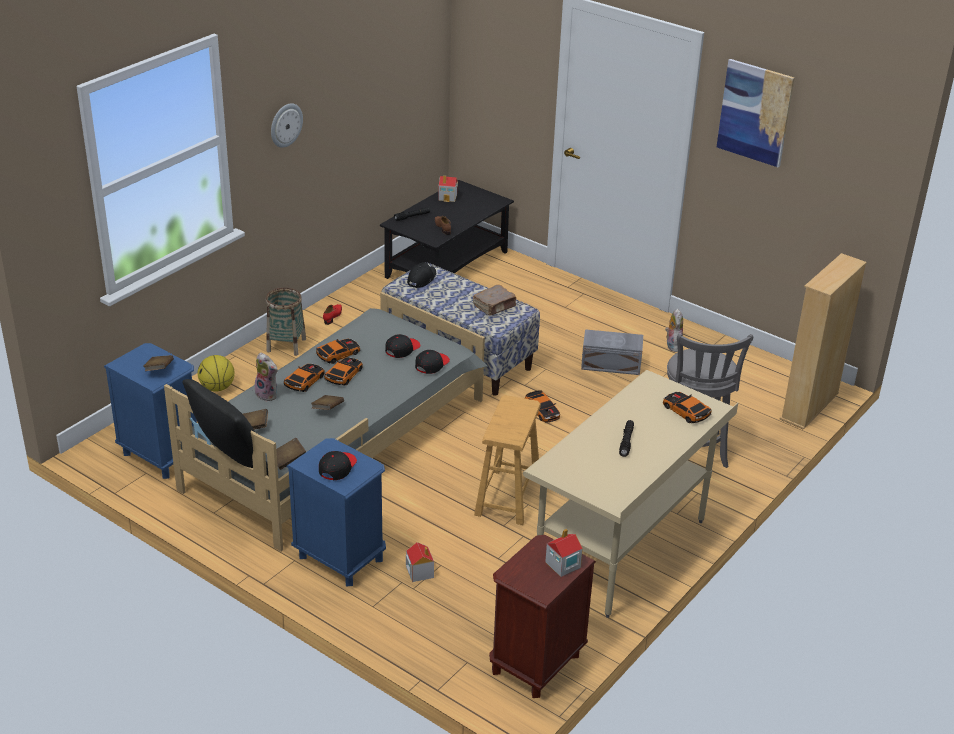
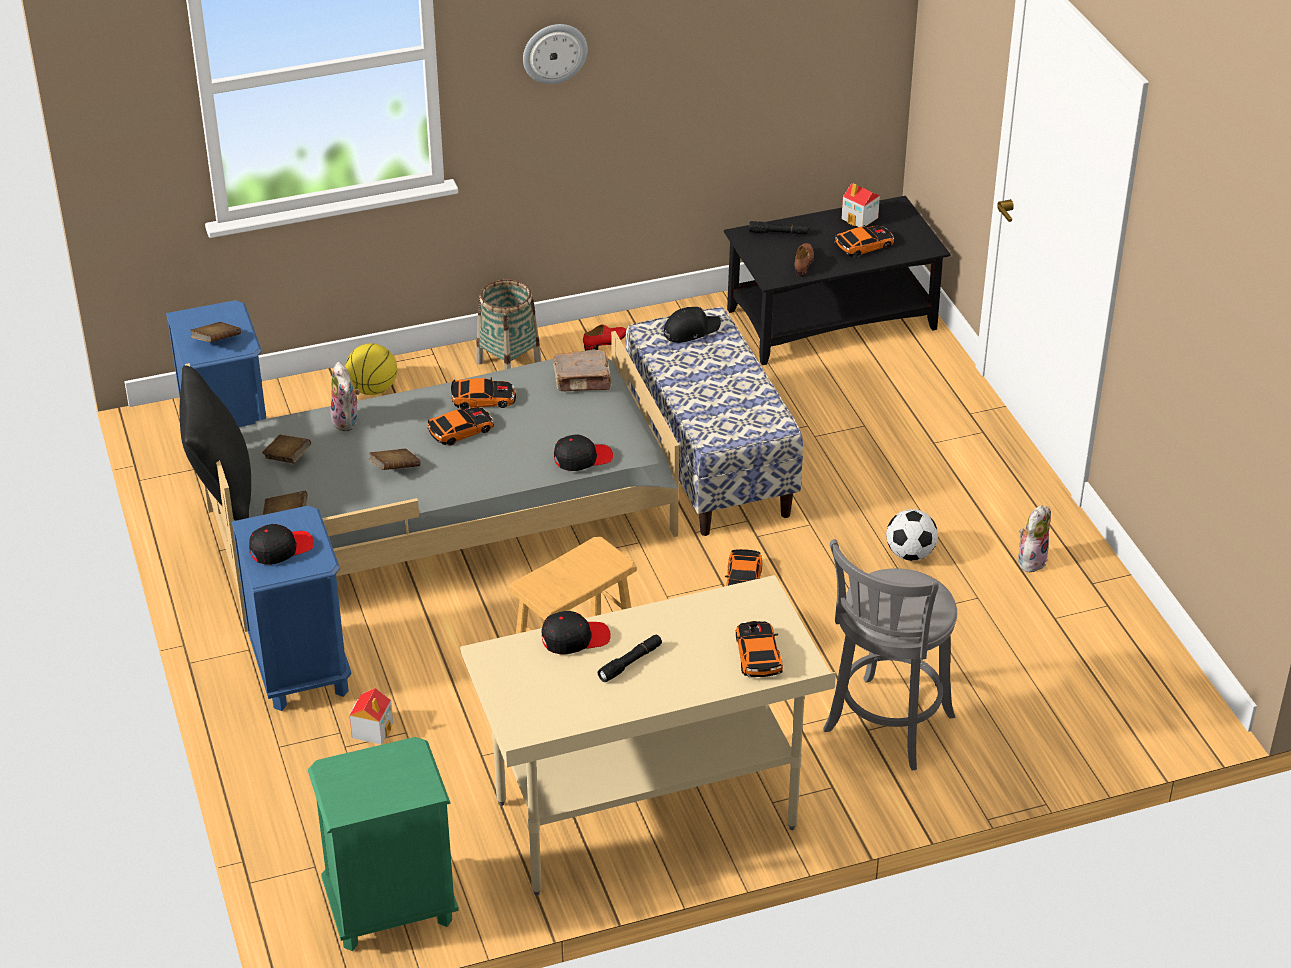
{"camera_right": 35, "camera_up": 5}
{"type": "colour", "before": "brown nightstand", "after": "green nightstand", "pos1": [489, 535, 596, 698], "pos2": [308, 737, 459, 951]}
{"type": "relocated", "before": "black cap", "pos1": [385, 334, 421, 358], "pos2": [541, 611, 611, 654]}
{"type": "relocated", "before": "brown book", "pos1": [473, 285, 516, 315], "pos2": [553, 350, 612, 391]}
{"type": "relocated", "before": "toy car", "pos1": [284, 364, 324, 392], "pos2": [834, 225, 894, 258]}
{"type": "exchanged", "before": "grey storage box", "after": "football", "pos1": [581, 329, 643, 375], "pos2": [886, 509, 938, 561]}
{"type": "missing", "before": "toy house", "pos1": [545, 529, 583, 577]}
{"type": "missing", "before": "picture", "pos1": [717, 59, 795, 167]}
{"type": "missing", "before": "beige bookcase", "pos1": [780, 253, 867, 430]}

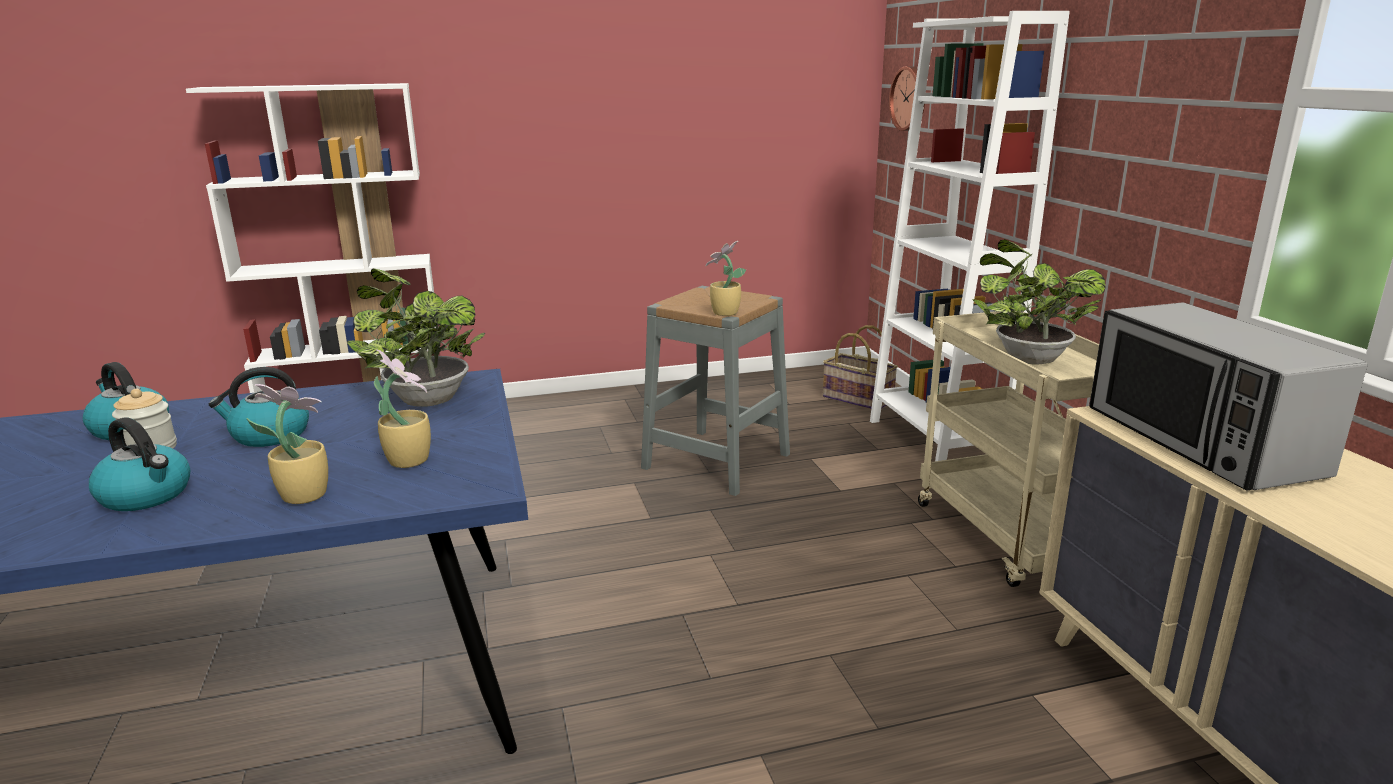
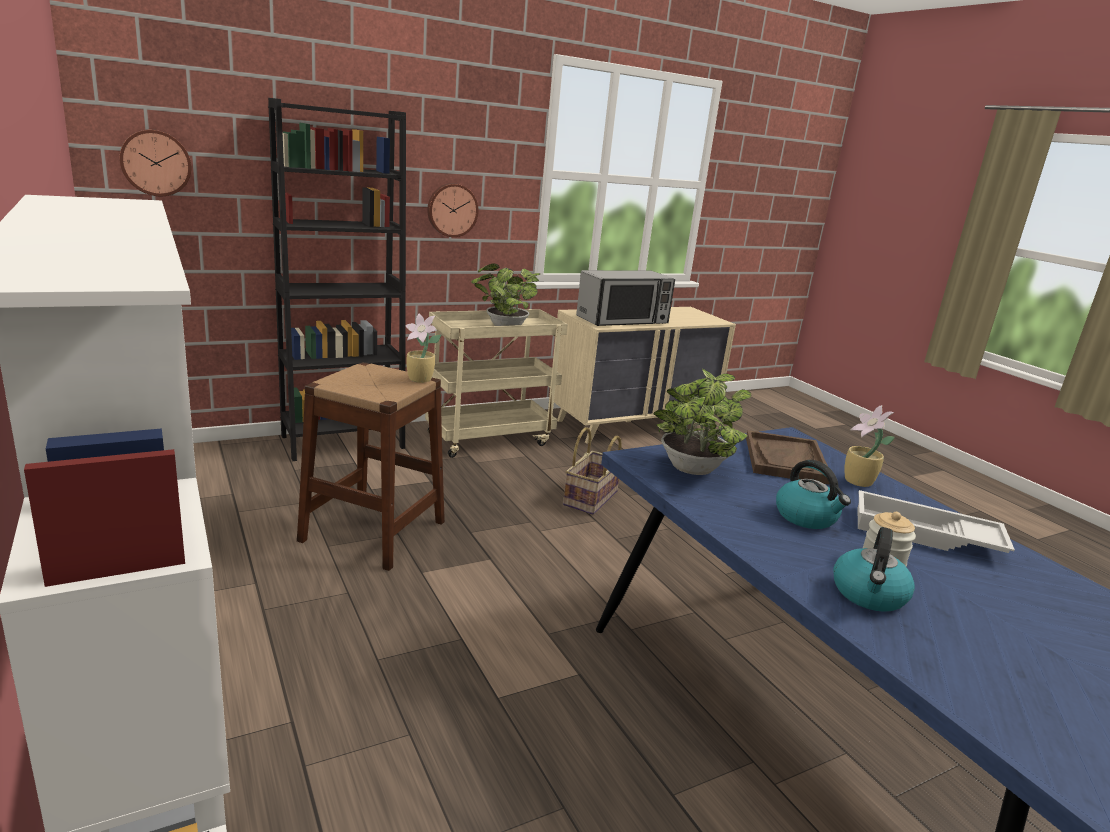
{"camera_right": -105, "camera_up": 0}
{"type": "colour", "before": "white bookcase", "after": "black bookcase", "pos1": [870, 11, 1070, 461], "pos2": [268, 98, 406, 461]}
{"type": "colour", "before": "grey stool", "after": "brown stool", "pos1": [641, 286, 790, 496], "pos2": [297, 362, 445, 571]}
{"type": "appeared", "after": "wall clock", "pos2": [427, 183, 479, 237]}
{"type": "relocated", "before": "basket", "pos1": [823, 325, 898, 409], "pos2": [563, 427, 621, 515]}
{"type": "exchanged", "before": "potted plant", "after": "brown tray", "pos1": [374, 350, 431, 468], "pos2": [746, 430, 830, 485]}
{"type": "exchanged", "before": "kettle", "after": "white tray", "pos1": [89, 417, 190, 511], "pos2": [857, 490, 1015, 553]}

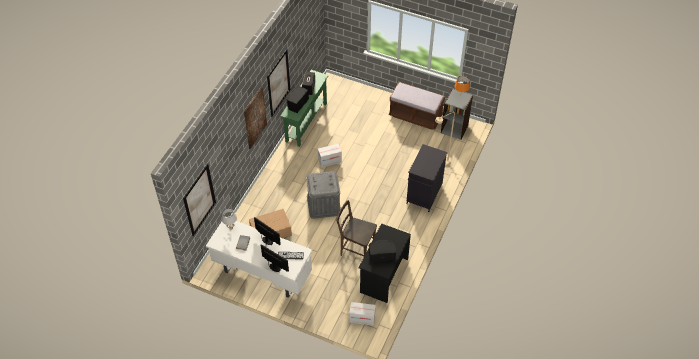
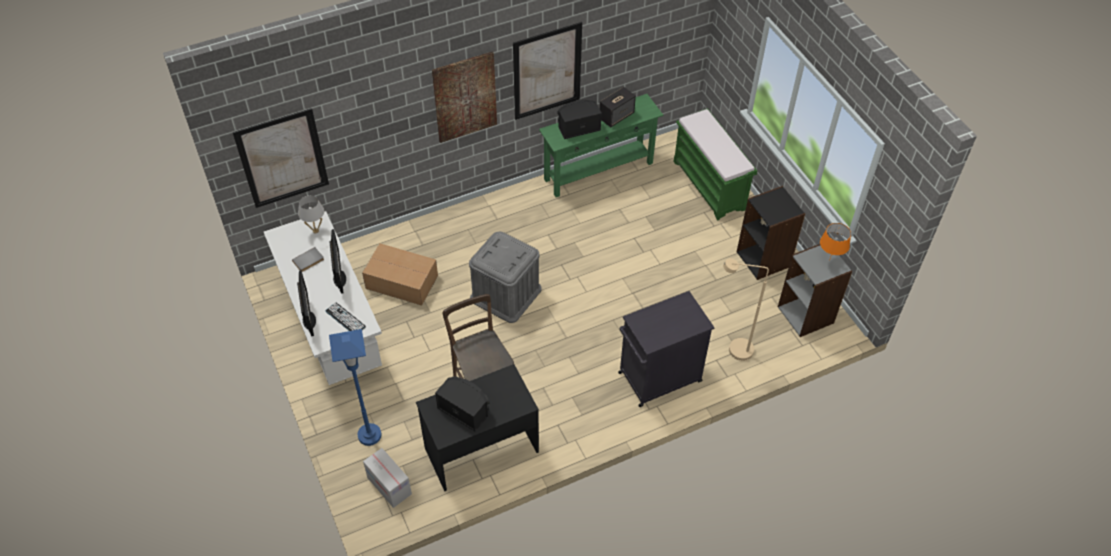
{"camera_right": 40, "camera_up": 0}
{"type": "appeared", "after": "blue floor lamp", "pos2": [329, 329, 381, 446]}
{"type": "appeared", "after": "green bench", "pos2": [674, 108, 757, 220]}
{"type": "exchanged", "before": "brown bench", "after": "black bookcase", "pos1": [389, 82, 445, 130], "pos2": [737, 186, 805, 280]}
{"type": "missing", "before": "cardboard box", "pos1": [318, 144, 342, 168]}

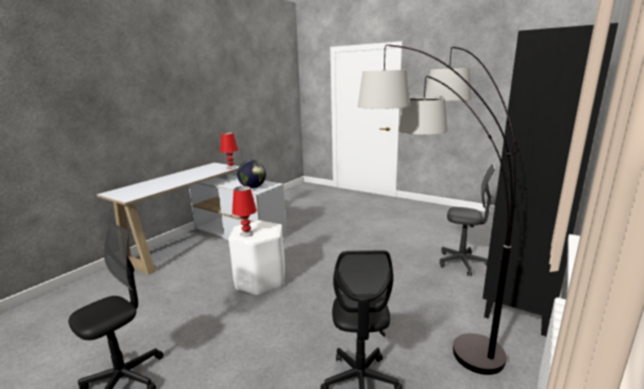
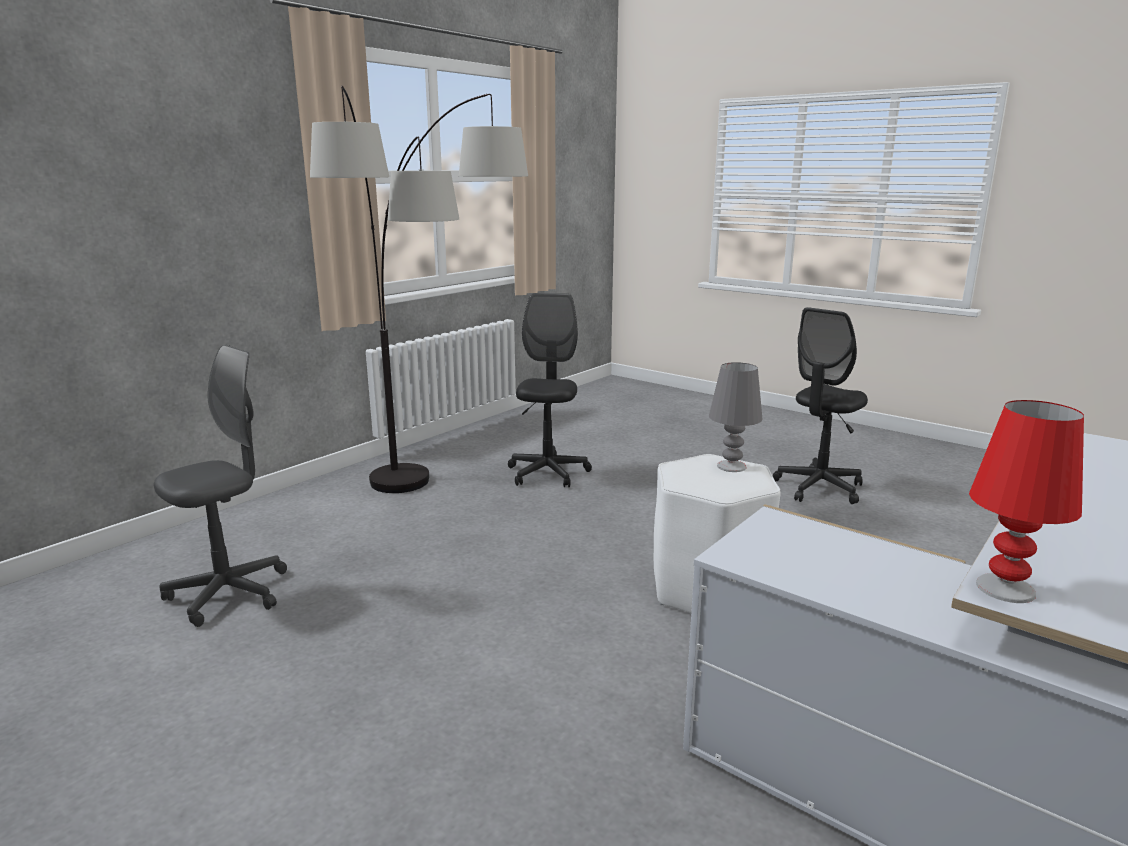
{"camera_right": -175, "camera_up": 0}
{"type": "spun", "before": "grey office chair", "pos1": [440, 164, 495, 276], "pos2": [154, 345, 287, 627], "turn": 105}
{"type": "colour", "before": "red table lamp", "after": "grey table lamp", "pos1": [232, 186, 257, 237], "pos2": [709, 362, 763, 472]}
{"type": "missing", "before": "globe", "pos1": [237, 160, 266, 188]}
{"type": "missing", "before": "black bookcase", "pos1": [483, 23, 618, 336]}

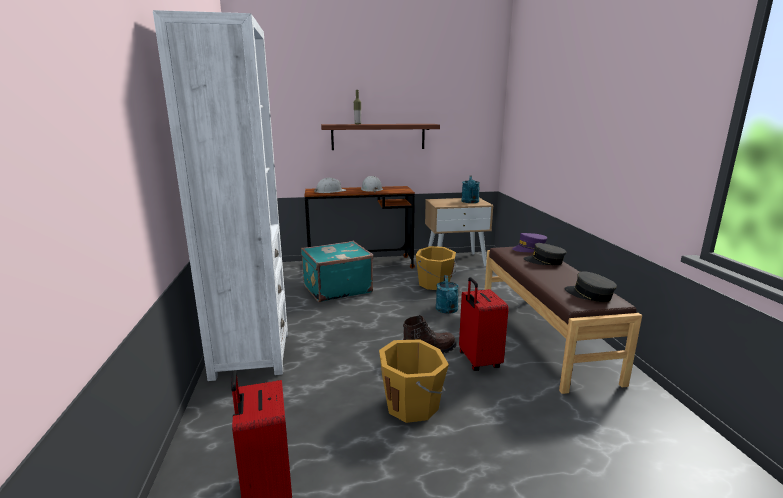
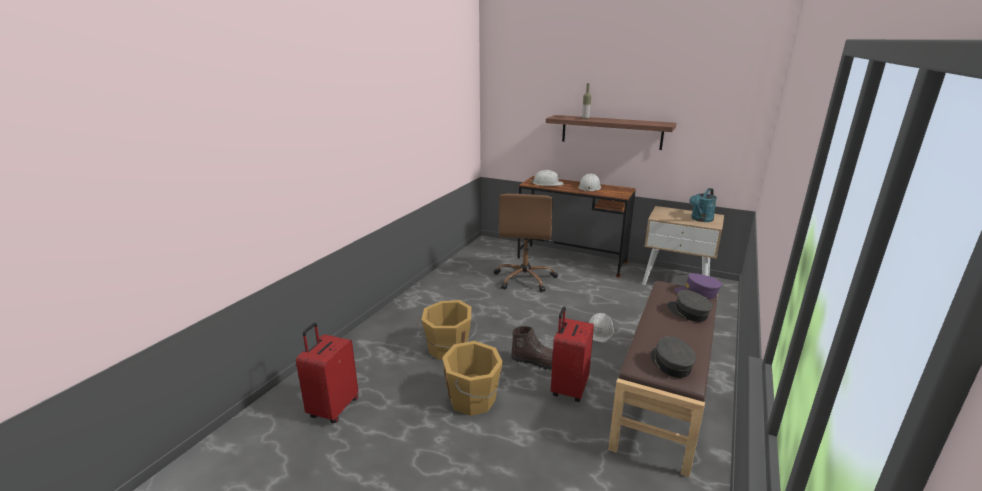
{"camera_right": 35, "camera_up": 5}
{"type": "relocated", "before": "orange bucket", "pos1": [416, 246, 457, 290], "pos2": [417, 300, 478, 360]}
{"type": "exchanged", "before": "turquoise suitcase", "after": "brown office chair", "pos1": [301, 241, 373, 302], "pos2": [494, 194, 558, 292]}
{"type": "exchanged", "before": "turquoise watering can", "after": "white hard hat", "pos1": [436, 275, 459, 314], "pos2": [589, 313, 614, 342]}
{"type": "missing", "before": "white bookcase", "pos1": [153, 10, 288, 381]}

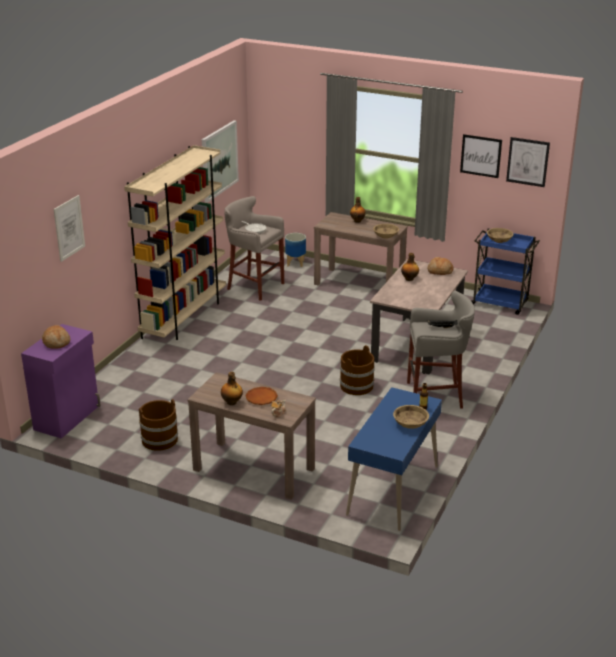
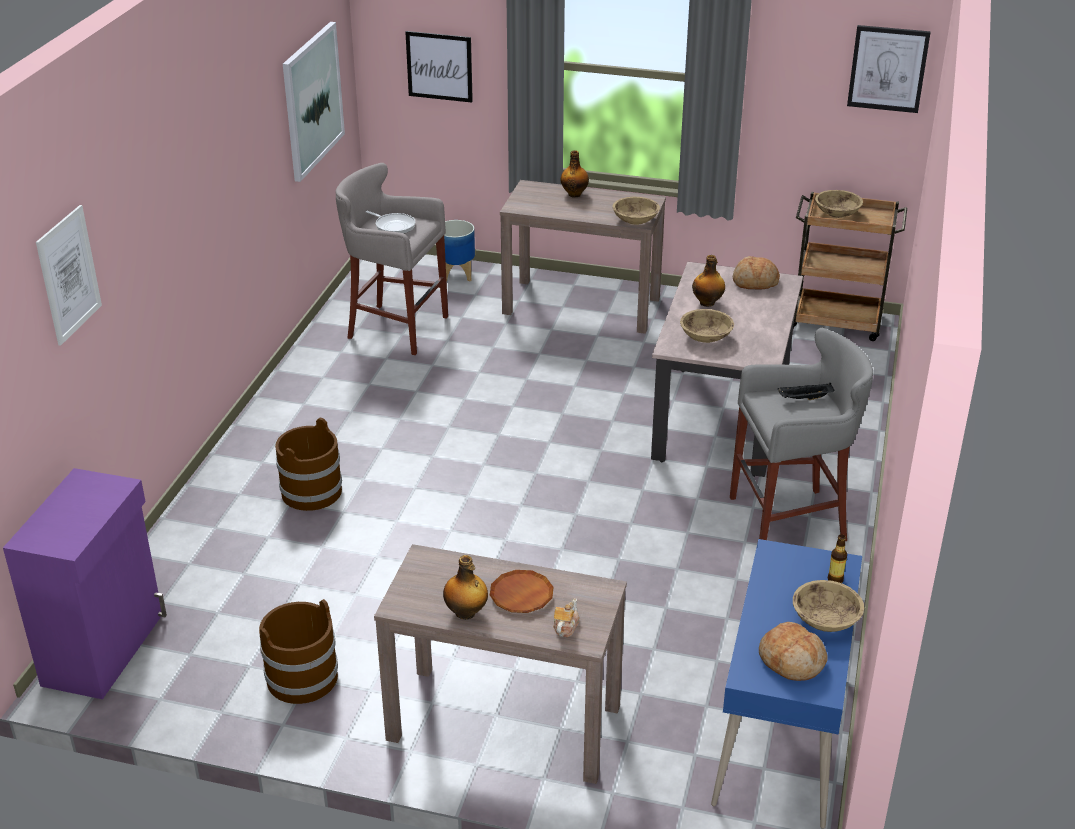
{"camera_right": -10, "camera_up": 5}
{"type": "relocated", "before": "brown bucket", "pos1": [340, 345, 375, 395], "pos2": [275, 418, 342, 511]}
{"type": "relocated", "before": "picture", "pos1": [460, 134, 502, 178], "pos2": [405, 31, 473, 103]}
{"type": "appeared", "after": "beige bowl", "pos2": [680, 309, 734, 343]}
{"type": "relocated", "before": "bread", "pos1": [42, 325, 70, 349], "pos2": [759, 622, 827, 681]}
{"type": "colour", "before": "blue cart", "after": "brown cart", "pos1": [472, 228, 540, 315], "pos2": [793, 192, 907, 341]}
{"type": "missing", "before": "beige bookcase", "pos1": [124, 145, 226, 340]}

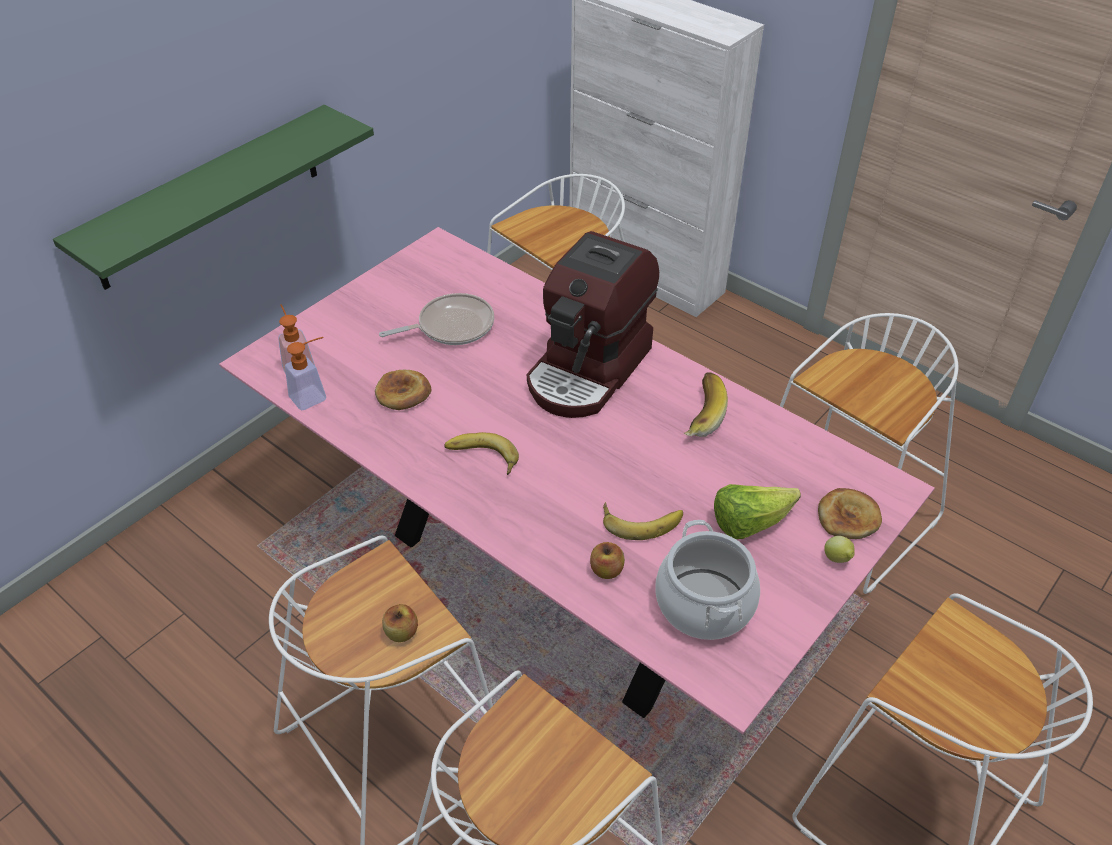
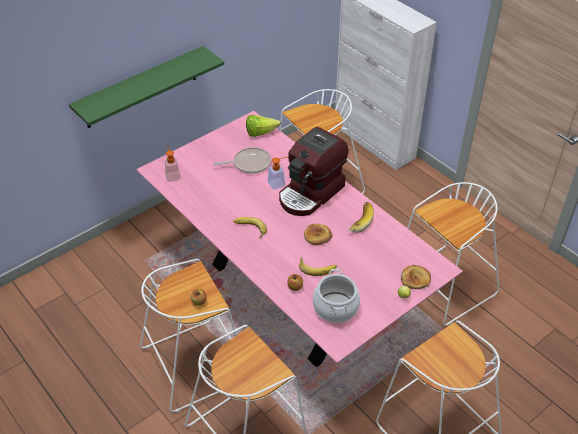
{"camera_right": 10, "camera_up": 0}
{"type": "relocated", "before": "lettuce", "pos1": [714, 484, 801, 539], "pos2": [246, 115, 281, 137]}
{"type": "relocated", "before": "soap dispenser", "pos1": [285, 337, 326, 410], "pos2": [268, 157, 286, 190]}
{"type": "relocated", "before": "bread", "pos1": [375, 370, 431, 410], "pos2": [304, 224, 332, 245]}

